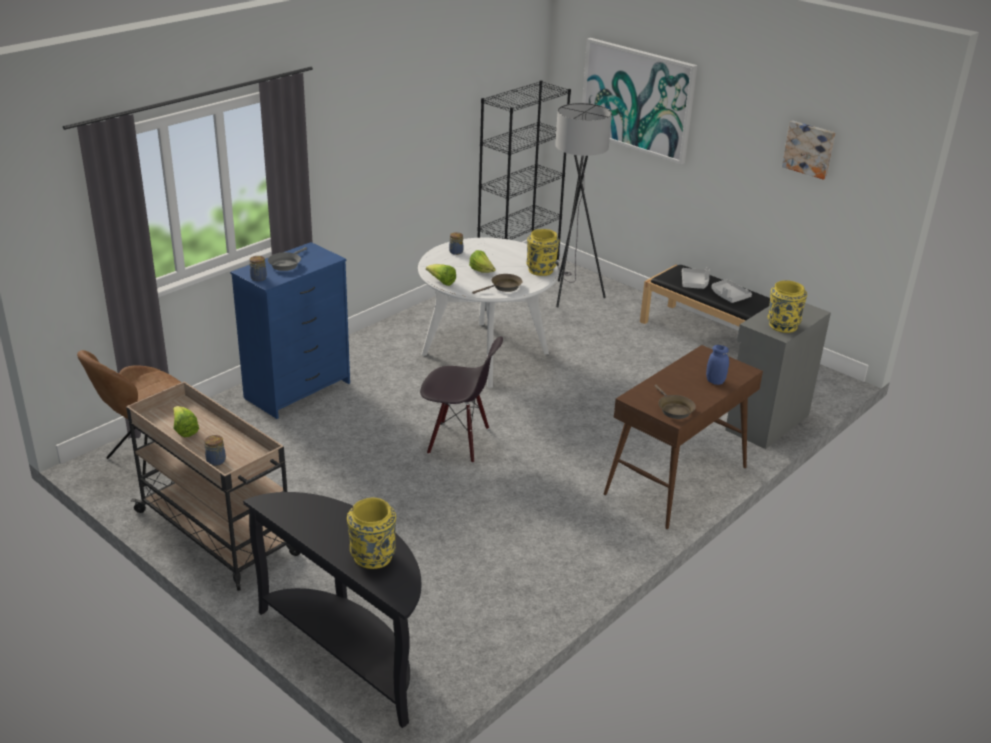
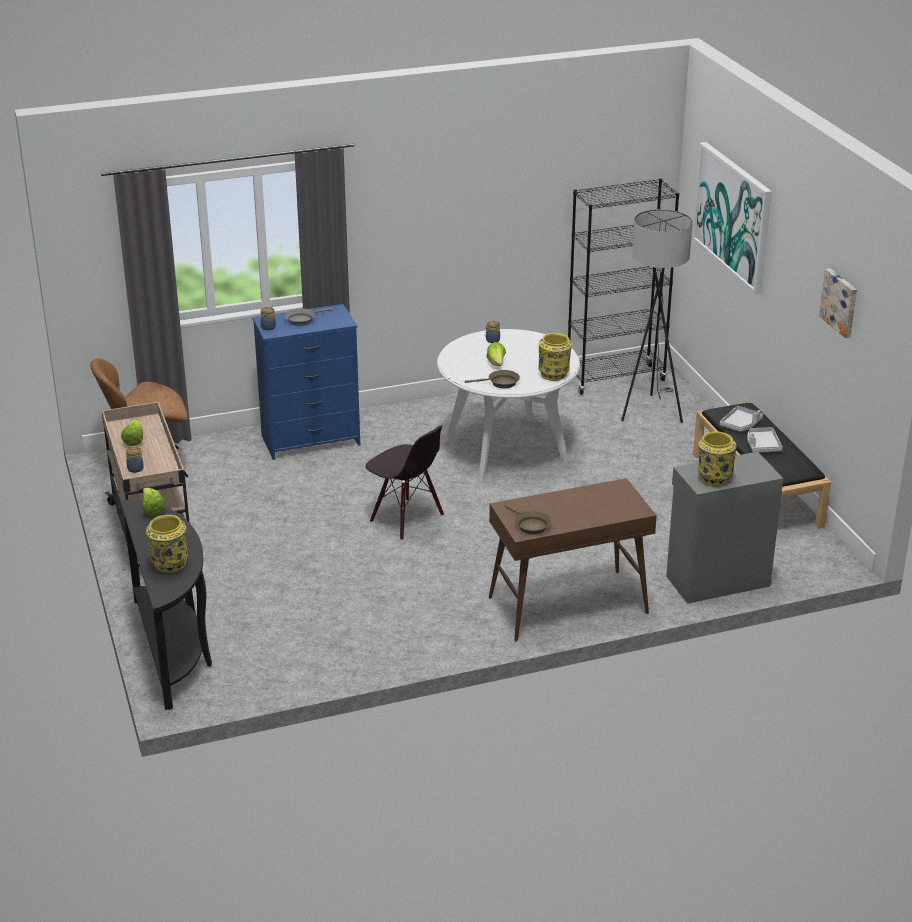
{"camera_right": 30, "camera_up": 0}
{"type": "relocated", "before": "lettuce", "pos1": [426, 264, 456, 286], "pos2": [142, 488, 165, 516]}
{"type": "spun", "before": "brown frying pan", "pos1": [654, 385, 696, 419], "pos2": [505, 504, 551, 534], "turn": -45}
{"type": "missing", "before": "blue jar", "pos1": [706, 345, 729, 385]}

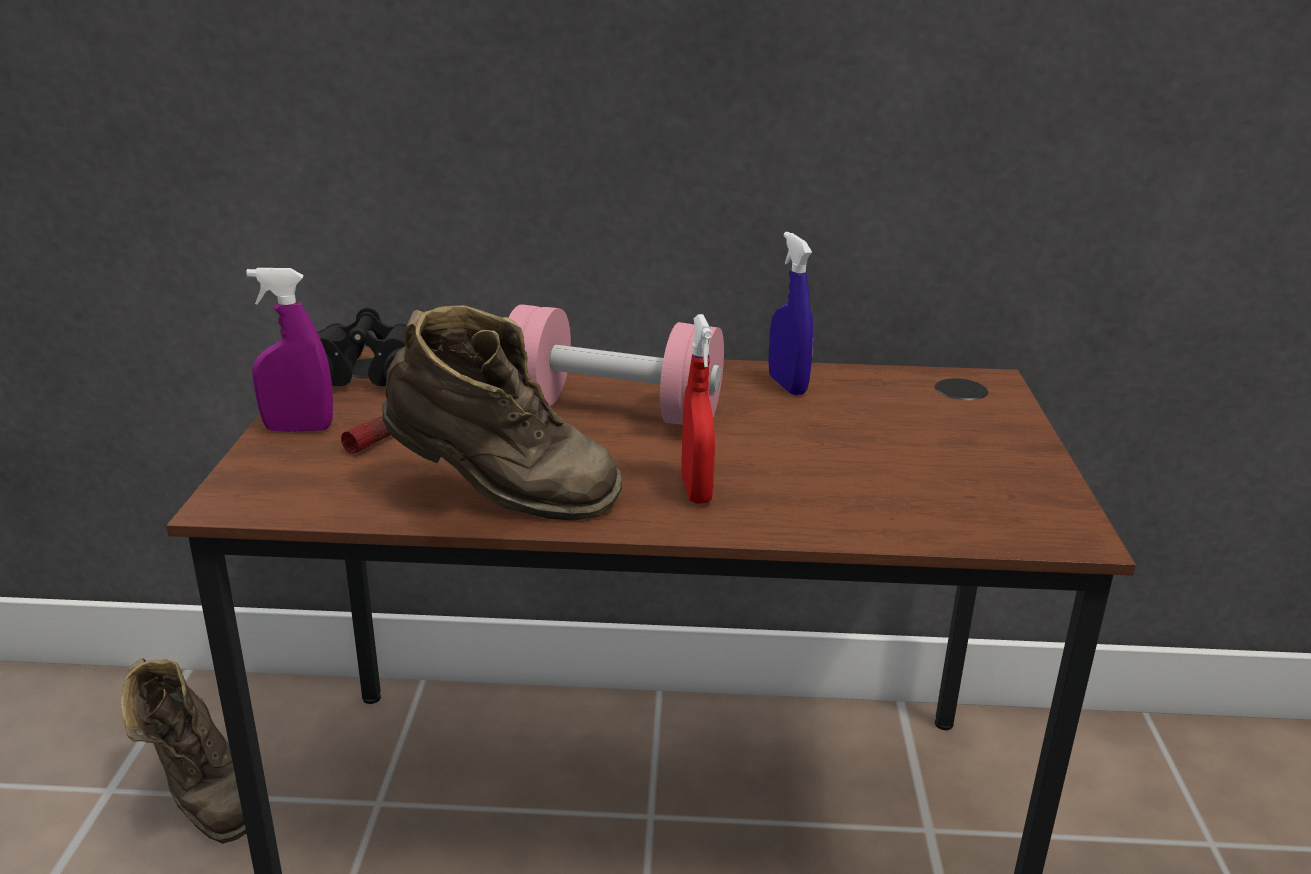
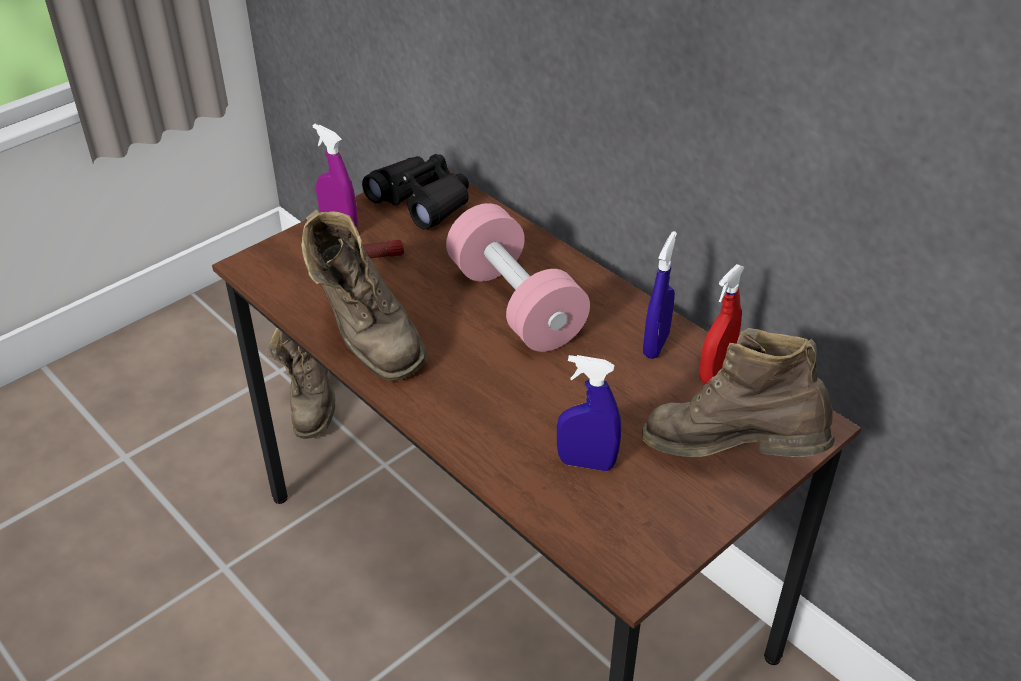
{"camera_right": 45, "camera_up": 15}
{"type": "appeared", "after": "blue spray bottle", "pos2": [557, 355, 621, 471]}
{"type": "appeared", "after": "brown boot", "pos2": [642, 328, 834, 457]}
{"type": "relocated", "before": "red spray bottle", "pos1": [681, 314, 715, 504], "pos2": [699, 264, 745, 384]}

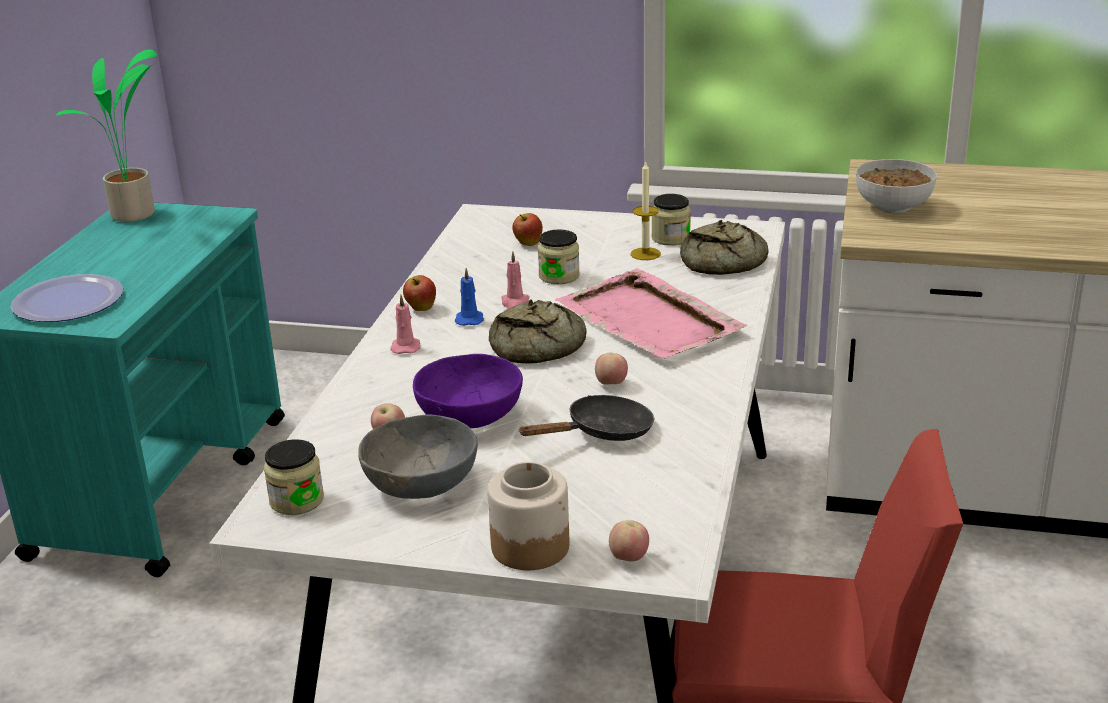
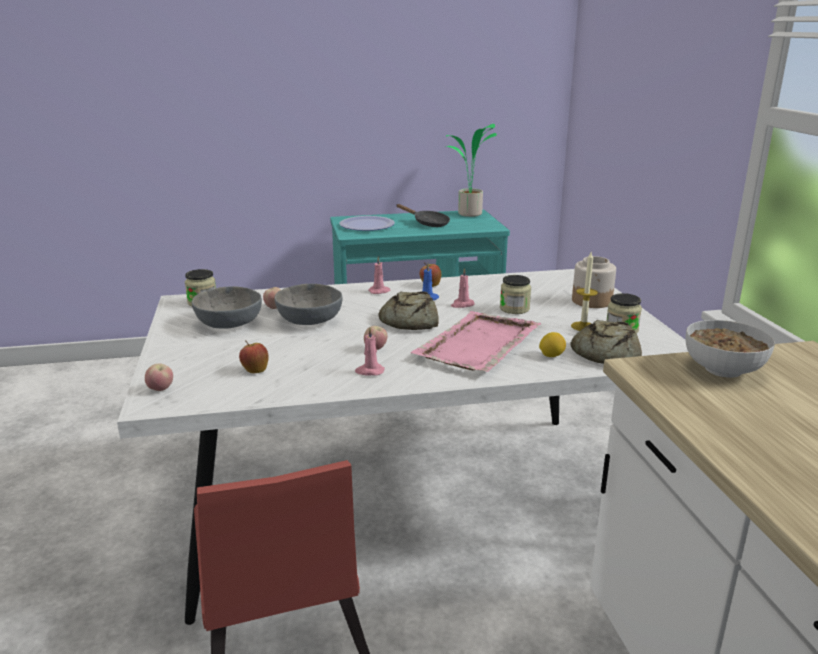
{"camera_right": 65, "camera_up": -5}
{"type": "relocated", "before": "apple", "pos1": [512, 213, 543, 246], "pos2": [239, 340, 269, 374]}
{"type": "colour", "before": "purple bowl", "after": "grey bowl", "pos1": [413, 354, 523, 428], "pos2": [274, 284, 342, 325]}
{"type": "appeared", "after": "pink candle", "pos2": [355, 328, 385, 376]}
{"type": "relocated", "before": "black frying pan", "pos1": [518, 395, 654, 441], "pos2": [396, 204, 450, 227]}
{"type": "appeared", "after": "lemon", "pos2": [539, 332, 566, 357]}
{"type": "relocated", "before": "jar", "pos1": [487, 462, 569, 570], "pos2": [572, 256, 616, 308]}

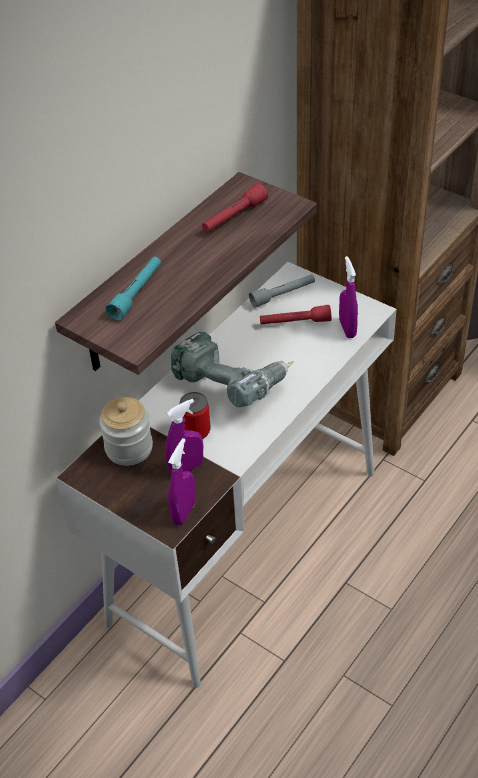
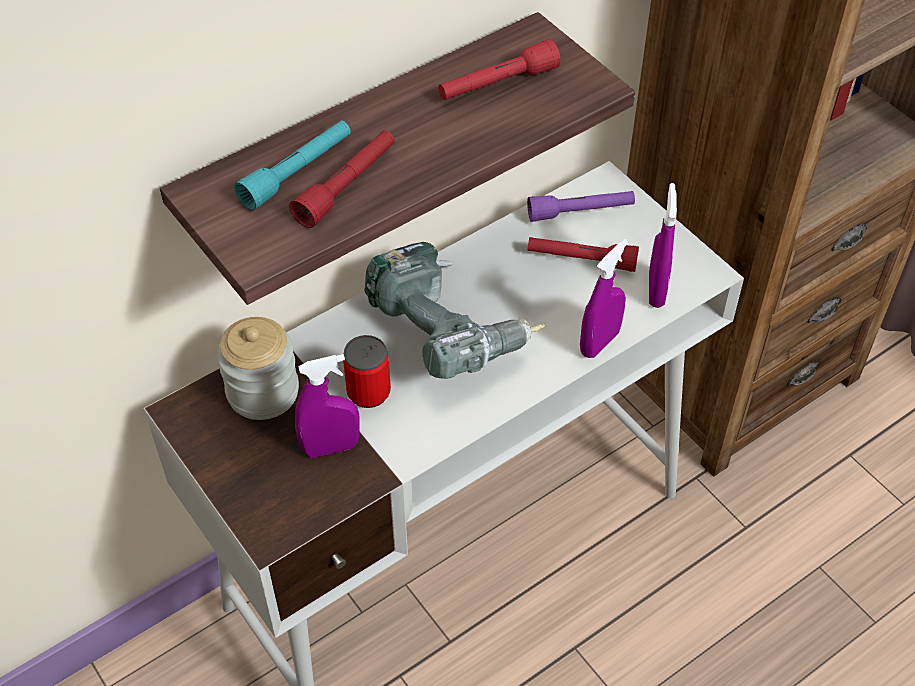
{"camera_right": 15, "camera_up": 5}
{"type": "appeared", "after": "red flashlight", "pos2": [289, 130, 395, 228]}
{"type": "colour", "before": "grey flashlight", "after": "purple flashlight", "pos1": [249, 274, 315, 308], "pos2": [527, 191, 635, 222]}
{"type": "relocated", "before": "purple spray bottle", "pos1": [168, 438, 196, 525], "pos2": [580, 239, 628, 358]}

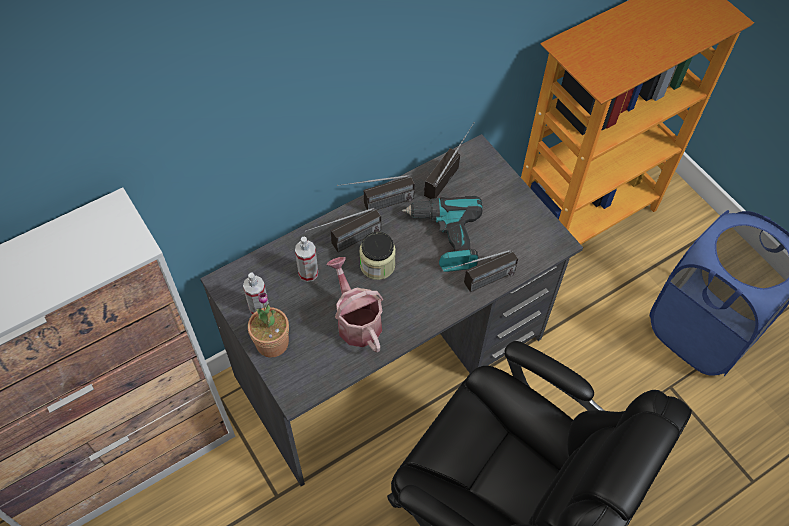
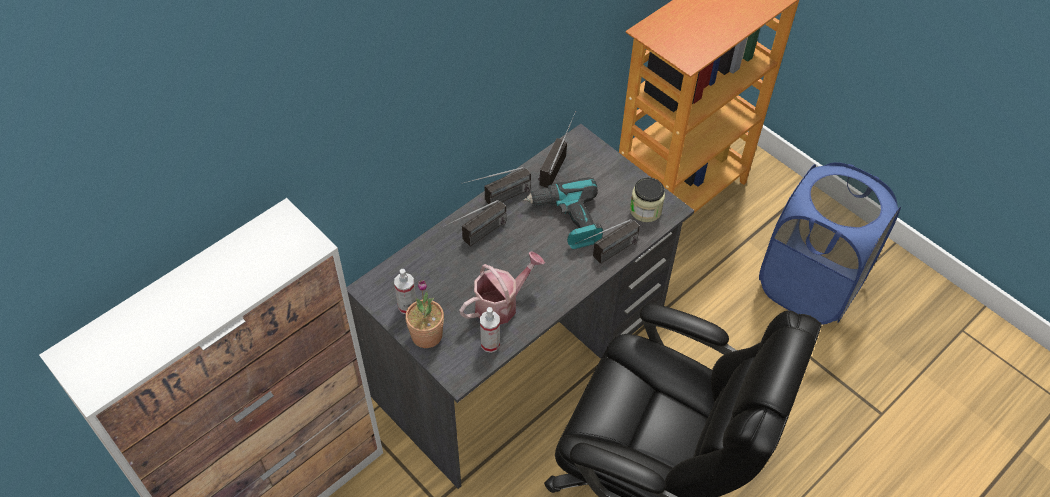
{"camera_right": -10, "camera_up": -5}
{"type": "spun", "before": "watering can", "pos1": [327, 257, 383, 352], "pos2": [459, 251, 545, 324], "turn": 90}
{"type": "relocated", "before": "spray bottle", "pos1": [295, 236, 318, 282], "pos2": [480, 307, 500, 353]}
{"type": "relocated", "before": "jar", "pos1": [359, 232, 396, 280], "pos2": [630, 177, 665, 222]}

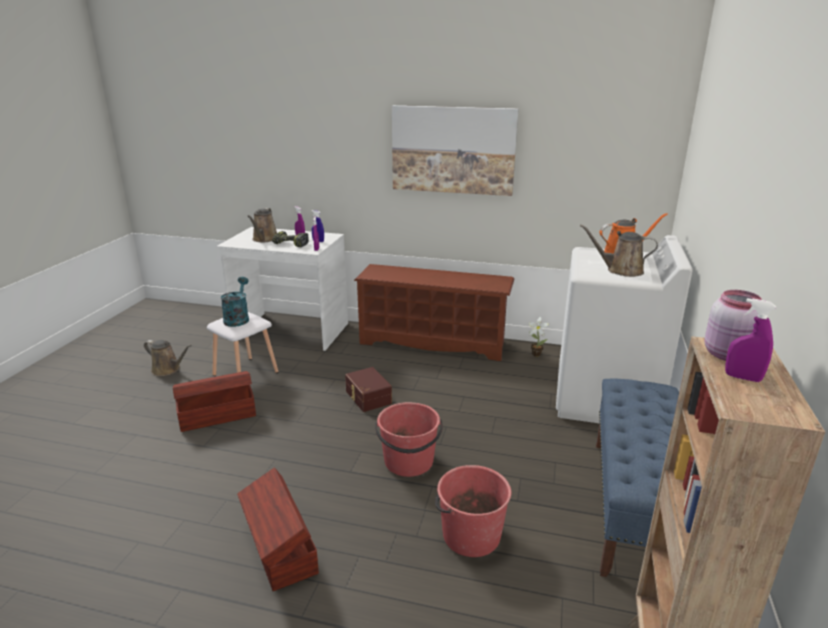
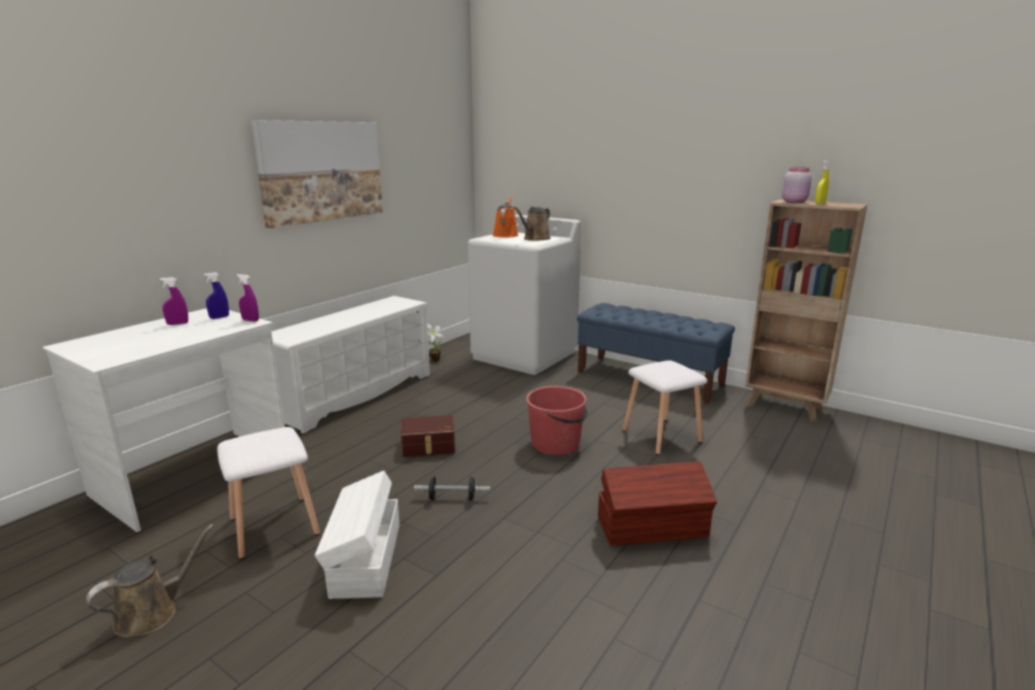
{"camera_right": -70, "camera_up": -5}
{"type": "colour", "before": "brown shoe rack", "after": "white shoe rack", "pos1": [354, 264, 514, 361], "pos2": [271, 296, 430, 434]}
{"type": "colour", "before": "brown storage box", "after": "white storage box", "pos1": [173, 371, 256, 432], "pos2": [315, 471, 399, 599]}
{"type": "appeared", "after": "dumbbell", "pos2": [414, 476, 490, 501]}
{"type": "exchanged", "before": "red bucket", "after": "white stool", "pos1": [435, 465, 511, 557], "pos2": [623, 360, 707, 455]}
{"type": "colour", "before": "purple spray bottle", "after": "yellow spray bottle", "pos1": [725, 298, 776, 382], "pos2": [815, 160, 831, 204]}
{"type": "missing", "before": "turquoise watering can", "pos1": [221, 277, 249, 327]}
{"type": "missing", "before": "brown watering can", "pos1": [247, 208, 277, 242]}
{"type": "missing", "before": "power drill", "pos1": [272, 231, 309, 247]}

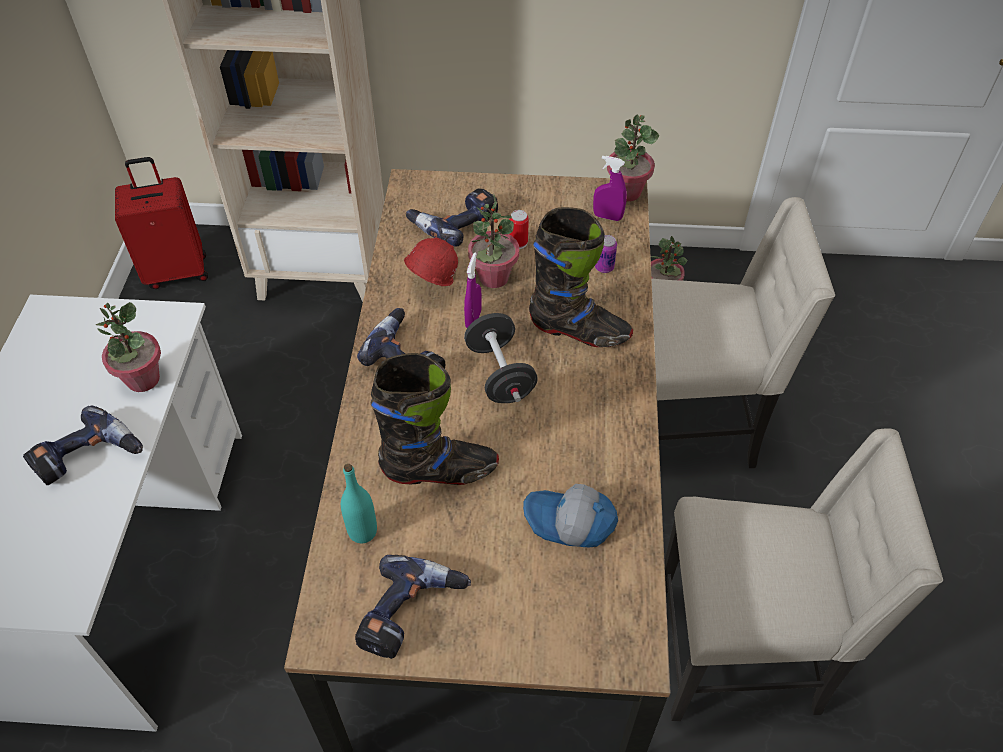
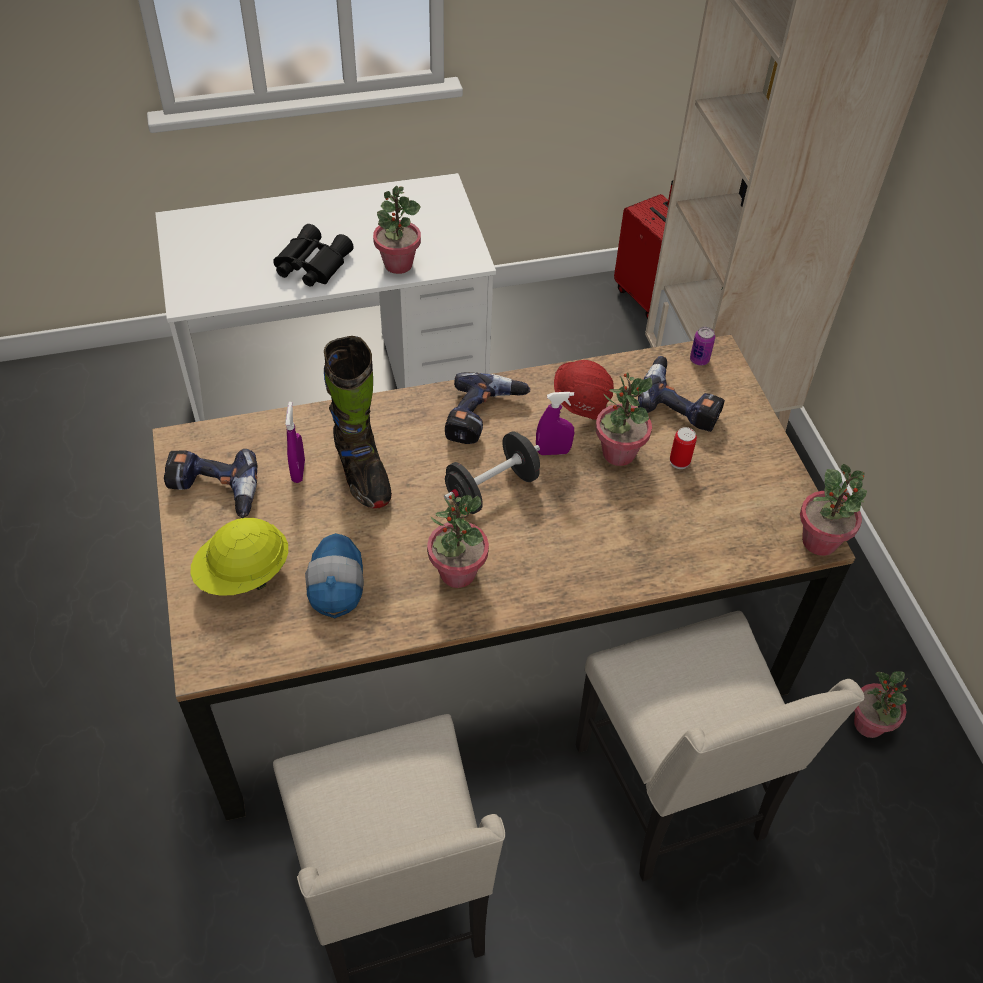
{"camera_right": 70, "camera_up": 0}
{"type": "appeared", "after": "yellow hard hat", "pos2": [191, 518, 288, 596]}
{"type": "exchanged", "before": "power drill", "after": "black binoculars", "pos1": [23, 405, 143, 485], "pos2": [273, 224, 354, 287]}
{"type": "relocated", "before": "purple spray bottle", "pos1": [593, 156, 627, 221], "pos2": [285, 402, 305, 483]}
{"type": "appeared", "after": "potted plant", "pos2": [427, 494, 489, 588]}
{"type": "relocated", "before": "can", "pos1": [595, 235, 617, 273], "pos2": [690, 327, 715, 366]}
{"type": "missing", "before": "turquoise bottle", "pos1": [341, 464, 377, 543]}
{"type": "missing", "before": "black boot", "pos1": [529, 207, 633, 347]}

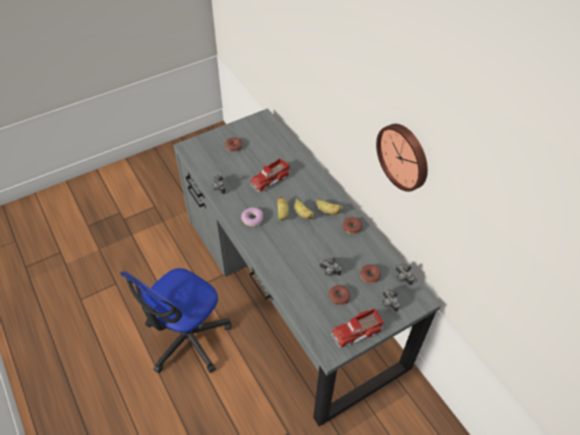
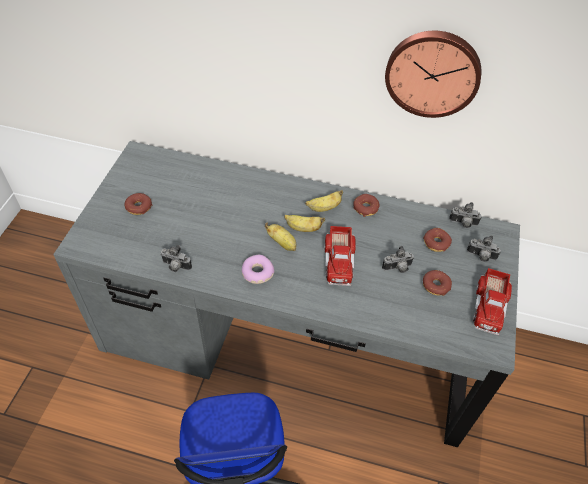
{"camera_right": -45, "camera_up": 0}
{"type": "relocated", "before": "toy truck", "pos1": [250, 159, 290, 192], "pos2": [324, 226, 356, 286]}

